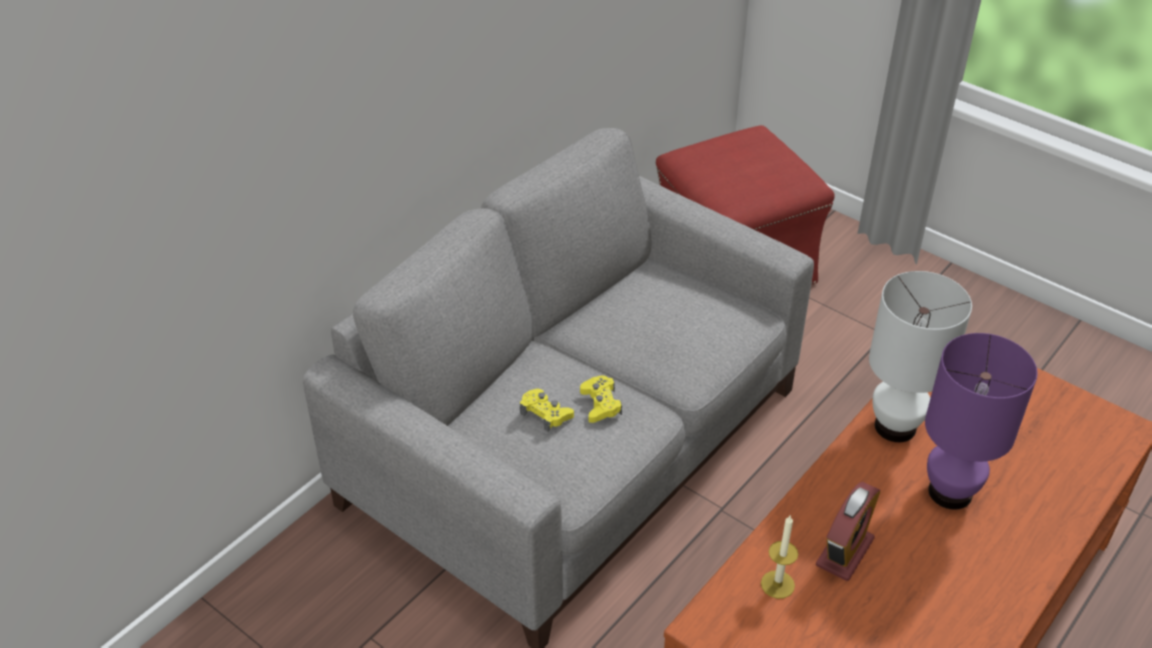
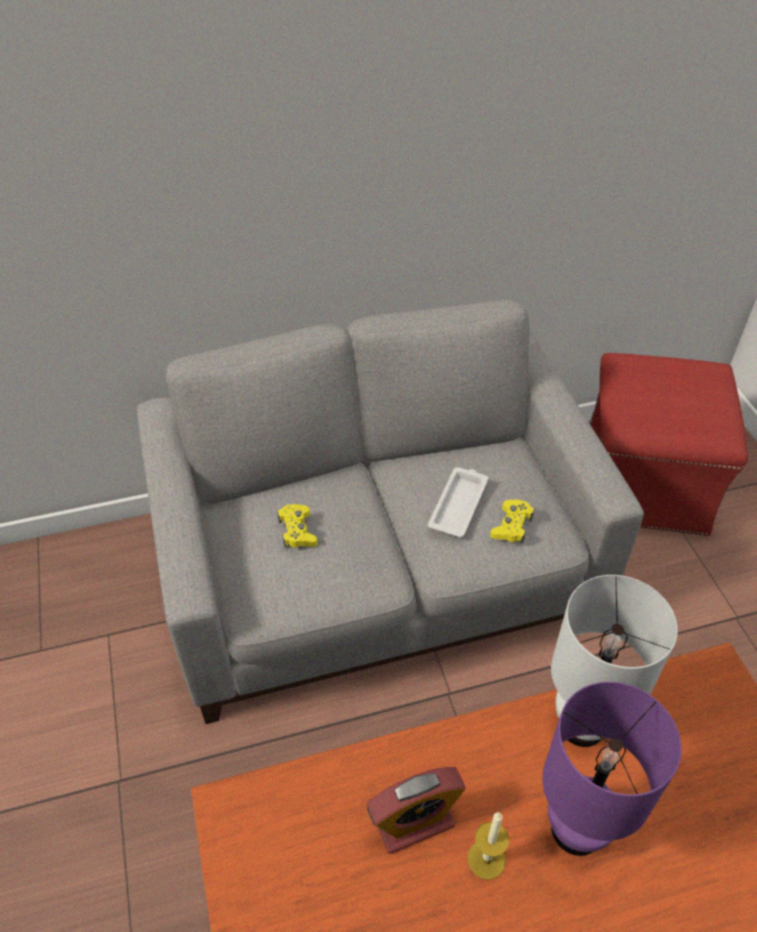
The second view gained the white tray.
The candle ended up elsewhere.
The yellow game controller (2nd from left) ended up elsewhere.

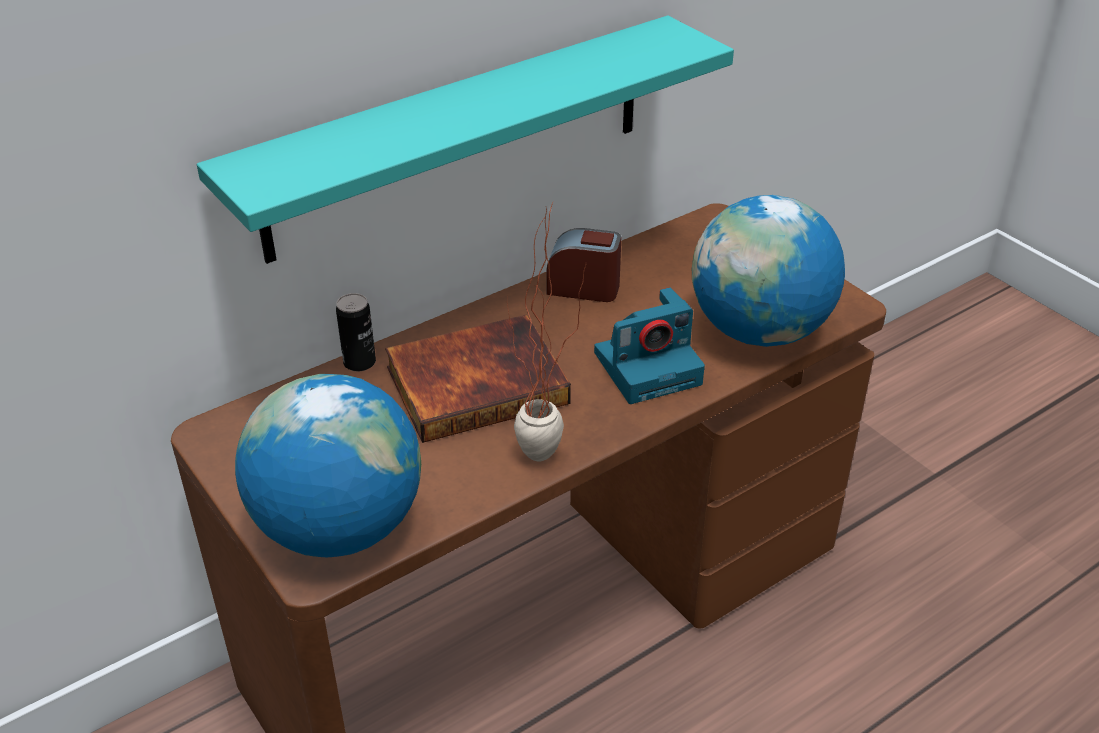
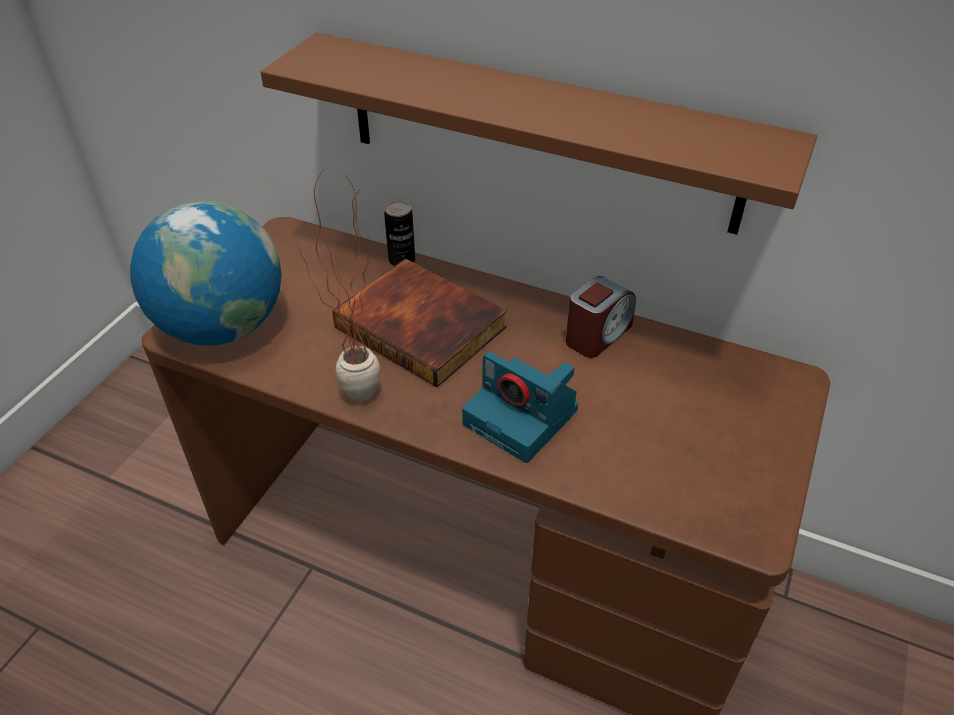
What was the turquoise shelf turned into the brown shelf.
The alarm clock ended up facing another way, 60 degrees clockwise from before.
The second view lost the globe (2nd from left).

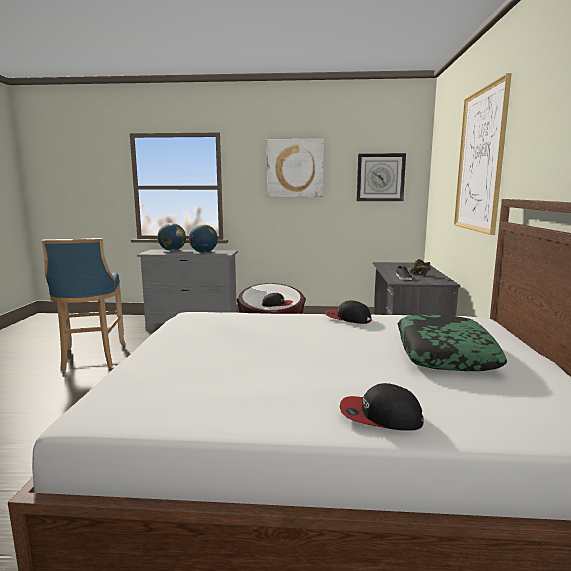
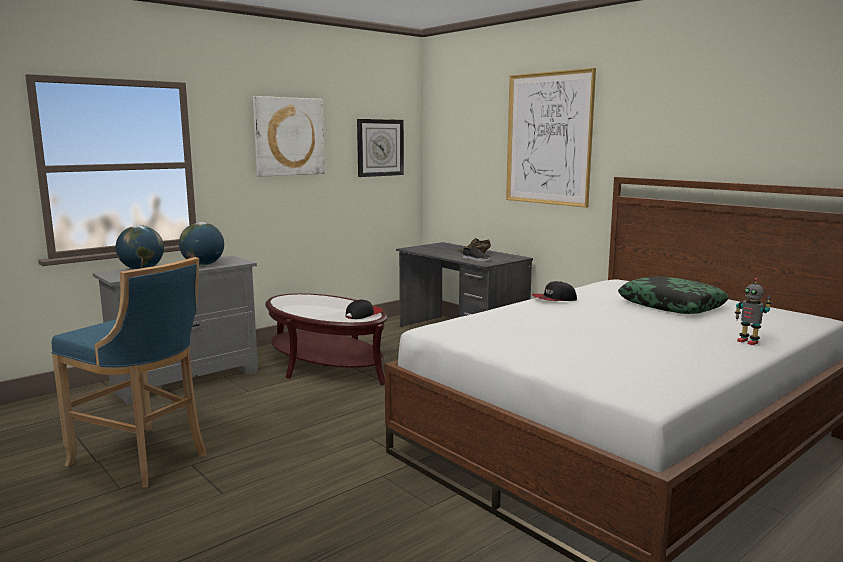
Where the cap (3rd from left) stood, the toy robot came to stand.

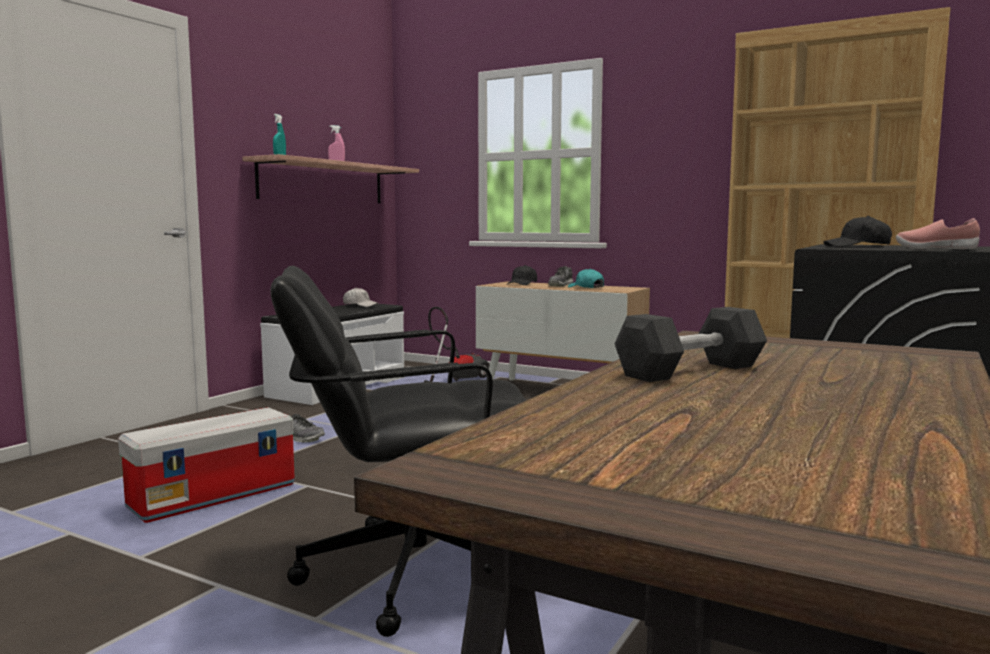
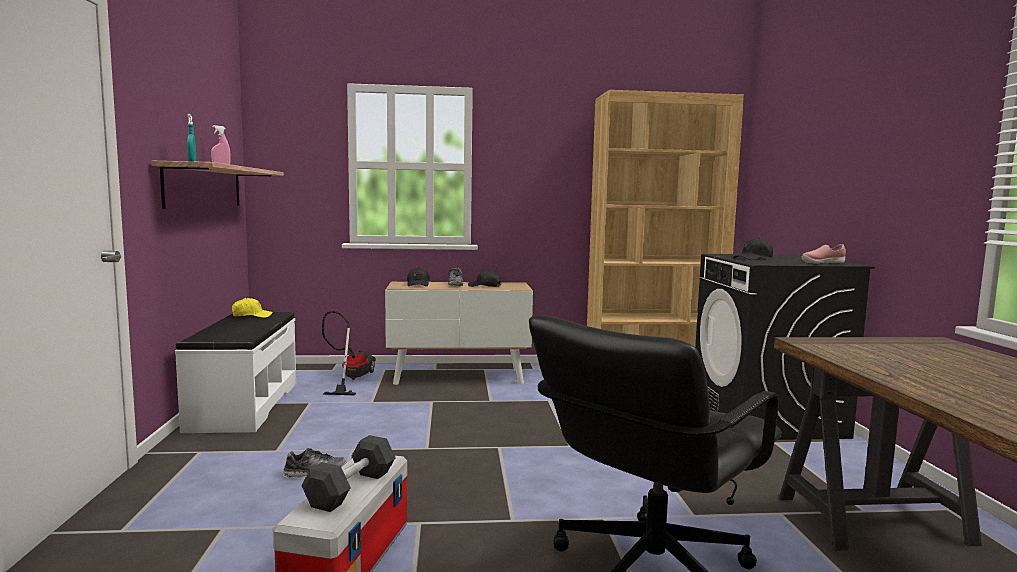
What was the white cap turned into the yellow cap.
The black dumbbell ended up elsewhere.
What was the turquoise cap turned into the black cap (2nd from left).

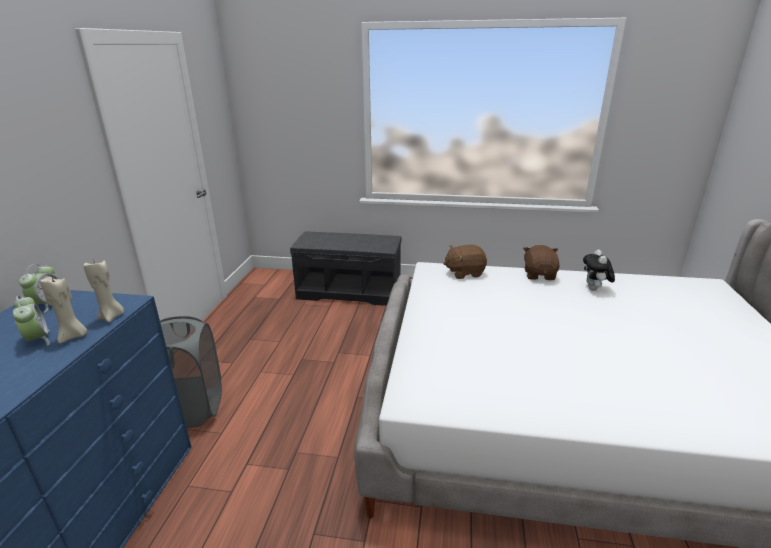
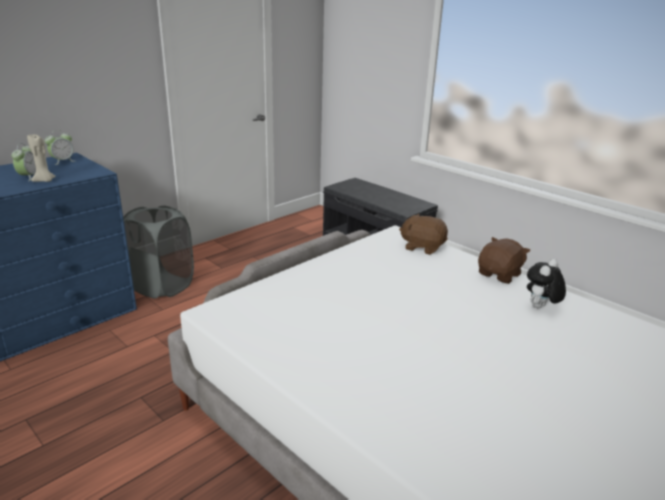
The second view lost the beige candle (2nd from left).

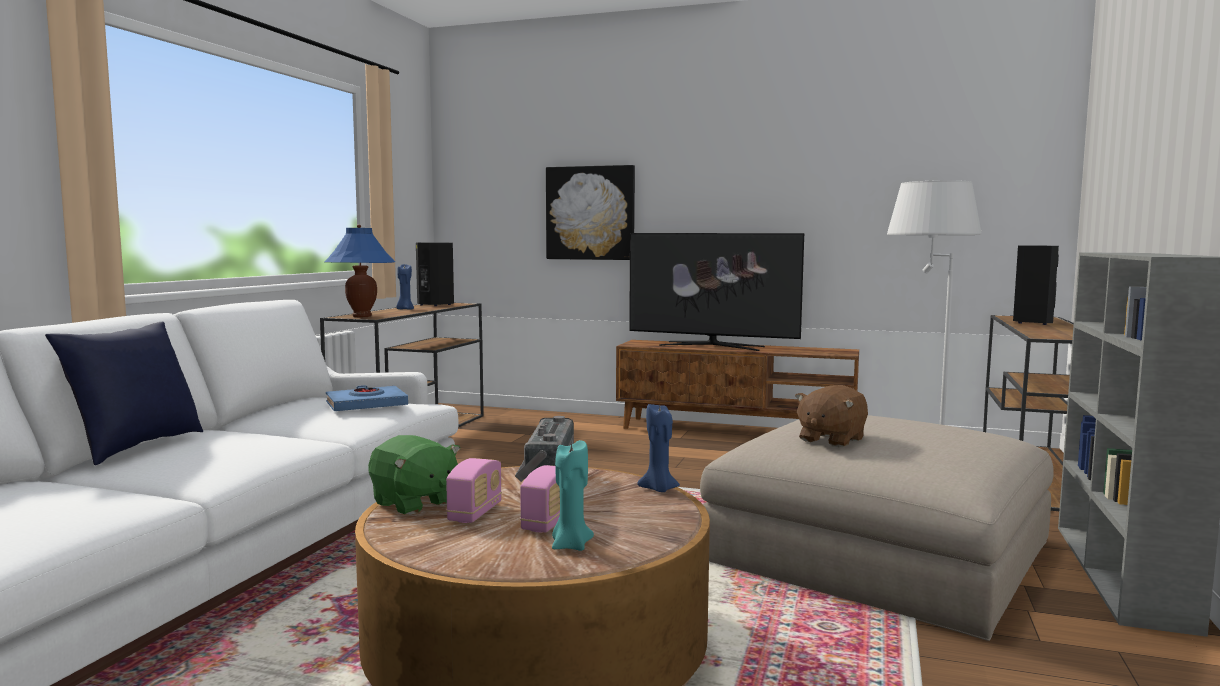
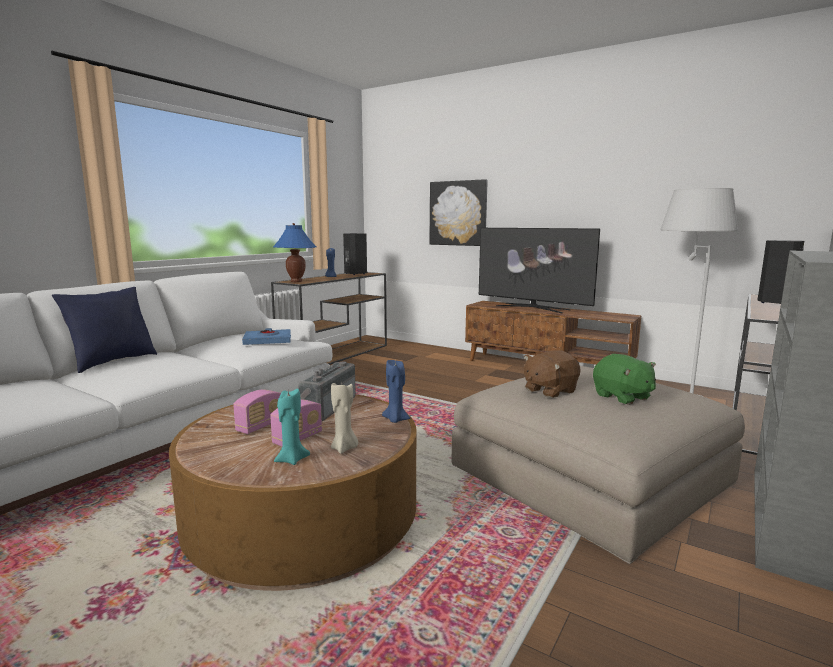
The second view gained the beige candle.
The green plush toy ended up elsewhere.

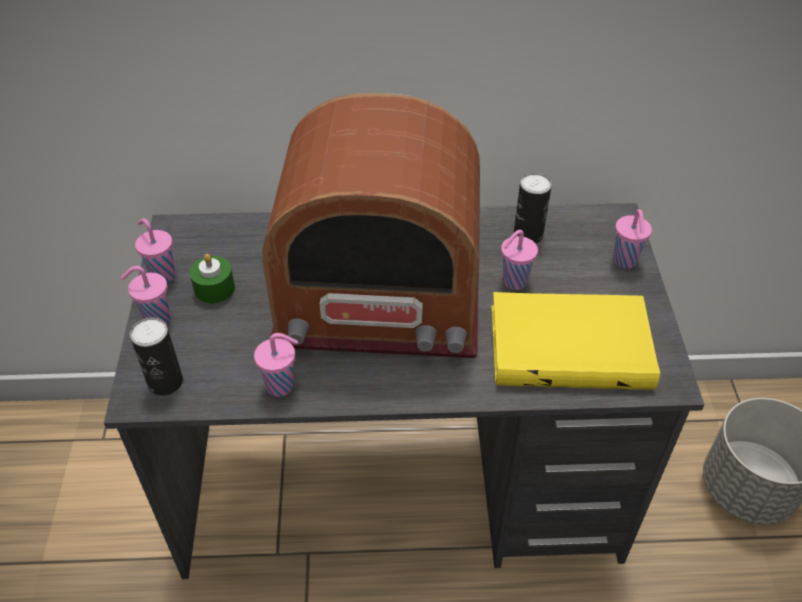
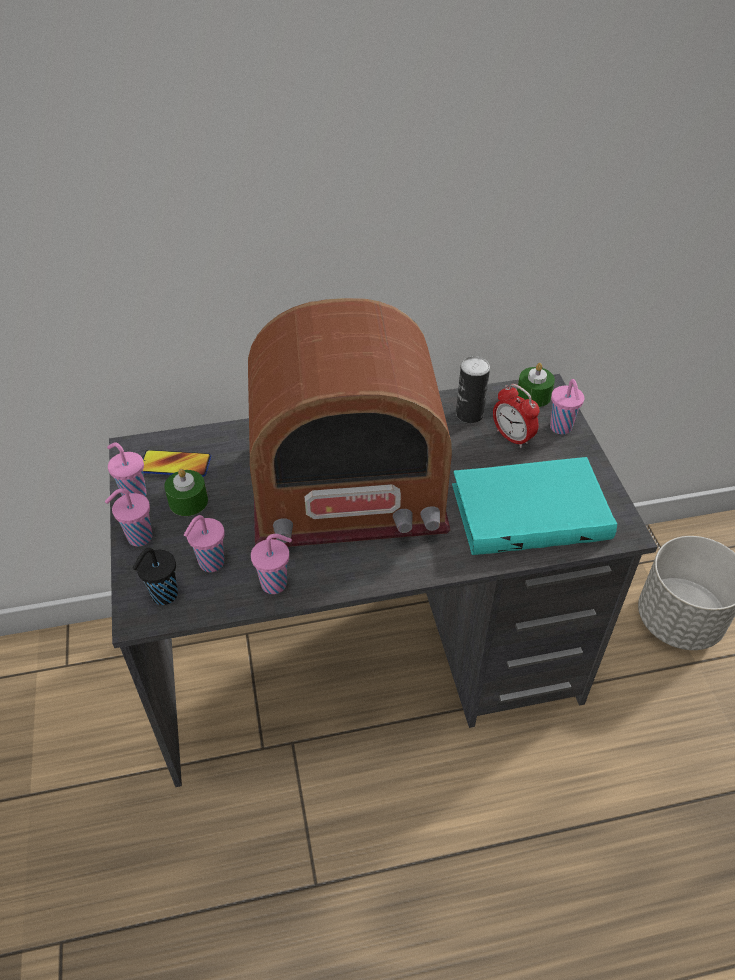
Where the can (1st from left) stood, the black cup came to stand.
The second view gained the phone.
The pink cup (4th from left in the first image) ended up elsewhere.
What was the yellow book turned into the turquoise book.
The second view gained the alarm clock.
The second view gained the green candle (2nd from left).

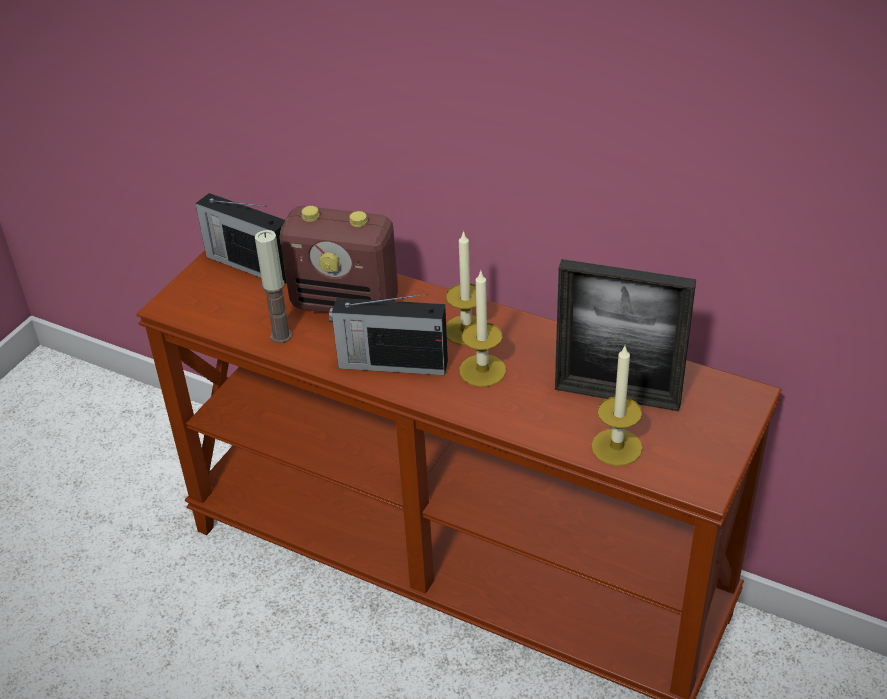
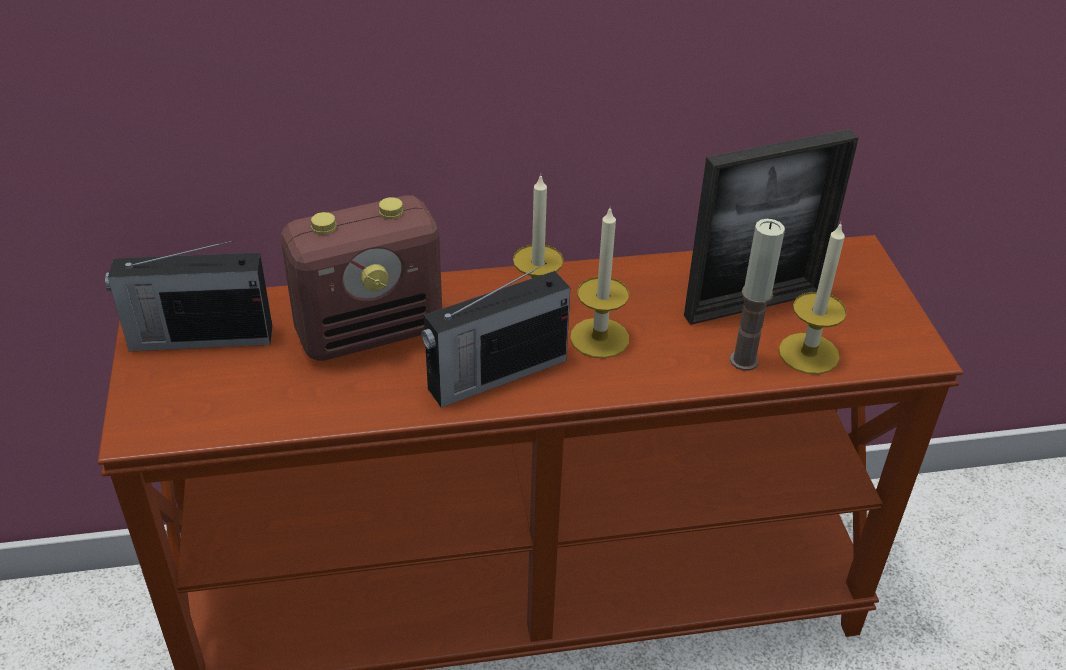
The candle (1st from left in the first image) ended up elsewhere.

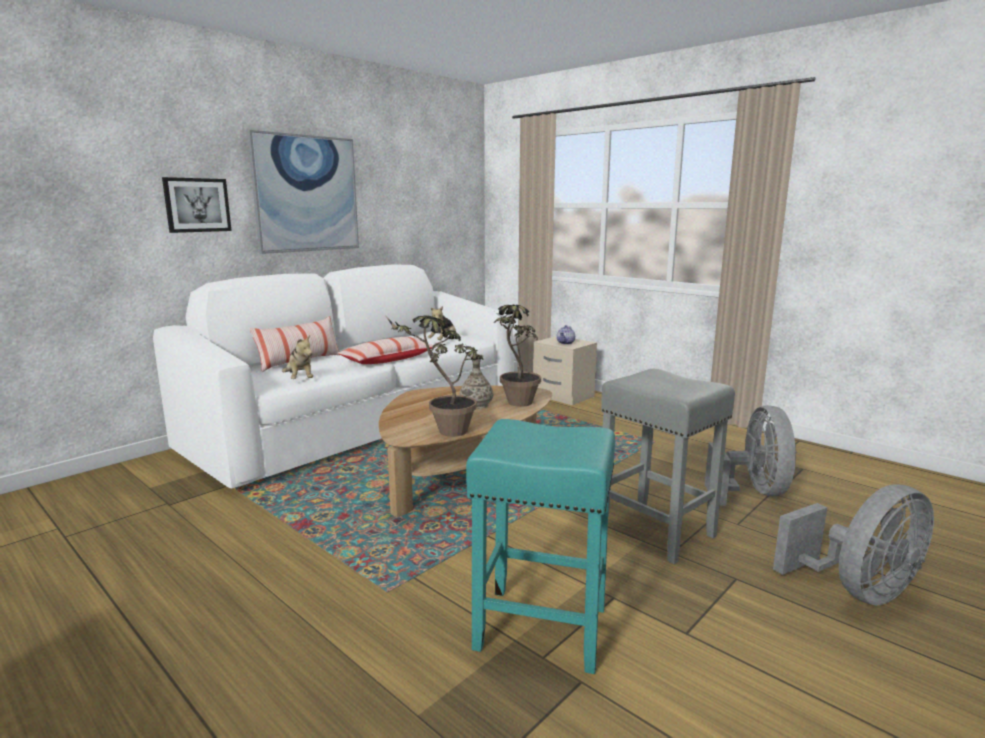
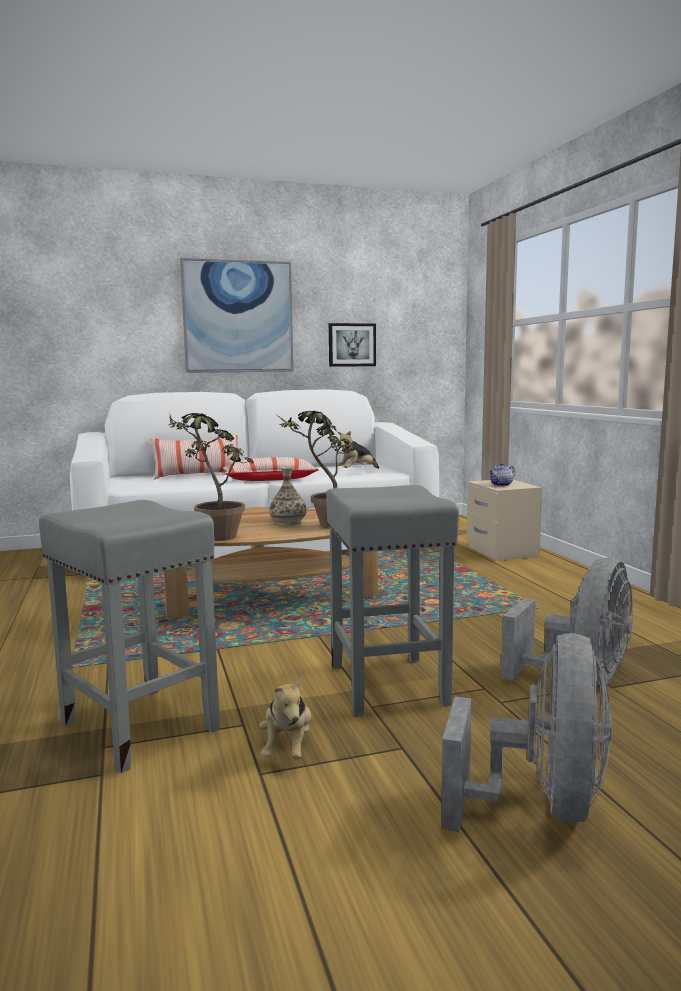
What was the turquoise stool turned into the grey stool (1st from left).
The plush toy (1st from left) ended up elsewhere.
The picture (1st from left in the first image) ended up elsewhere.
The grey fan (2nd from left in the first image) ended up facing another way, 75 degrees counterclockwise from before.

